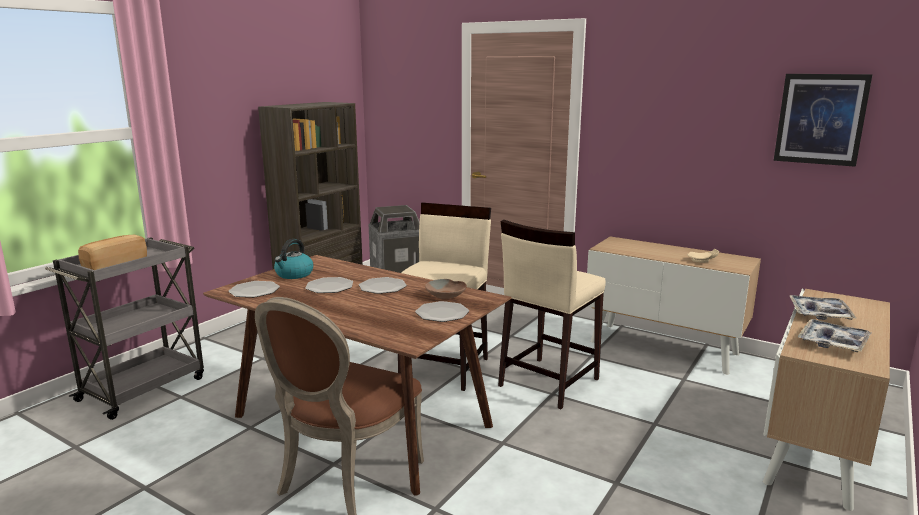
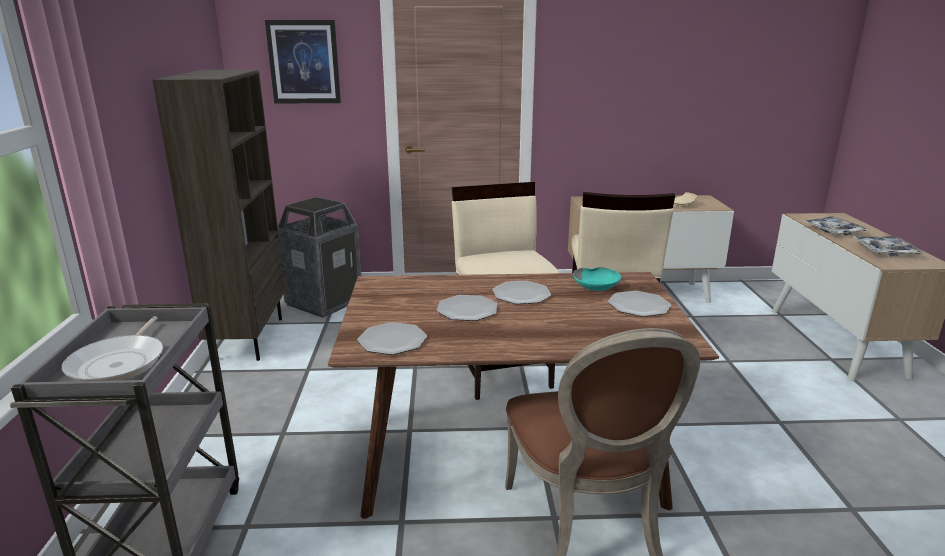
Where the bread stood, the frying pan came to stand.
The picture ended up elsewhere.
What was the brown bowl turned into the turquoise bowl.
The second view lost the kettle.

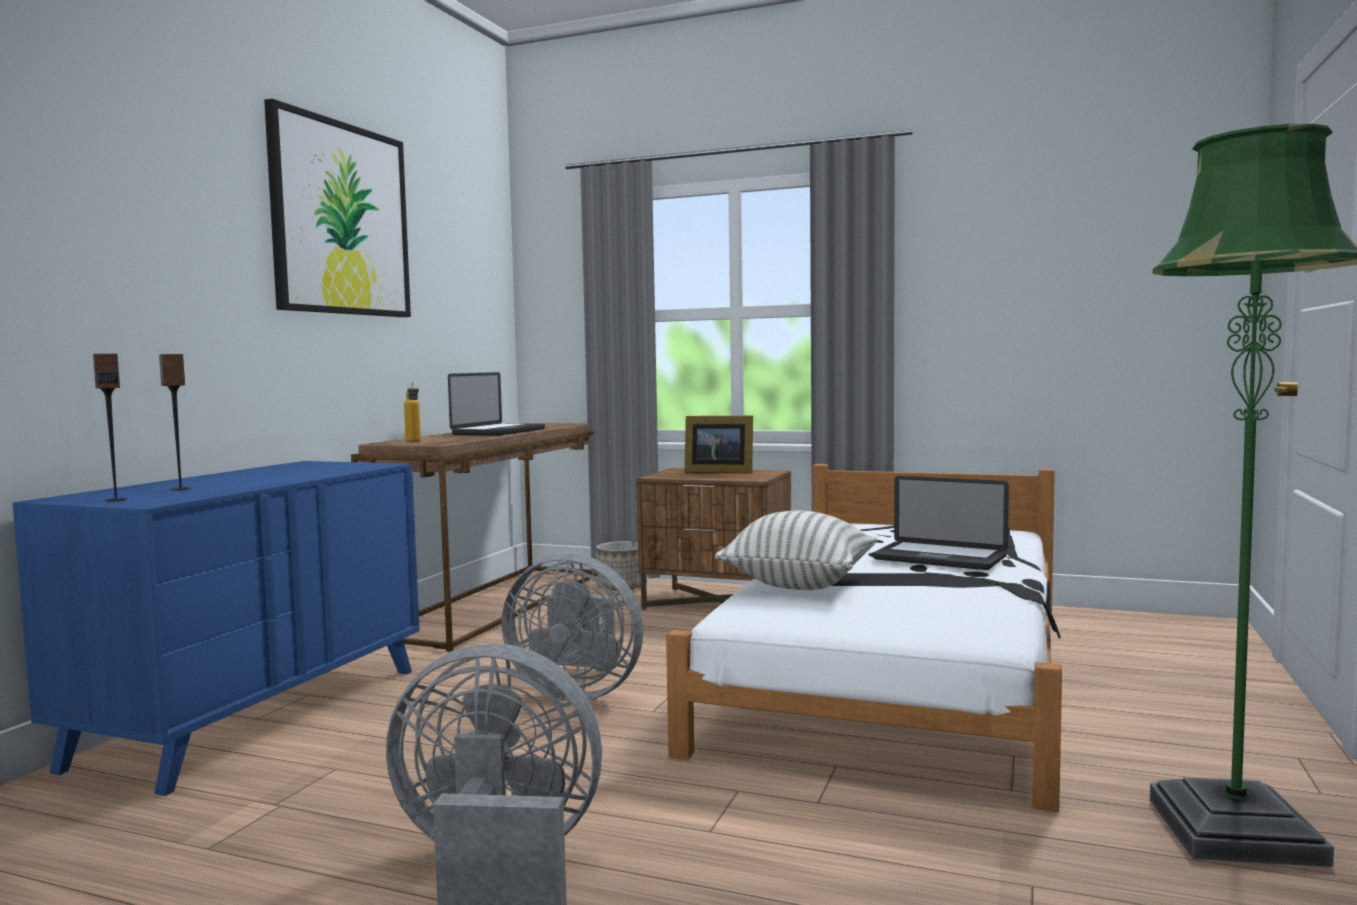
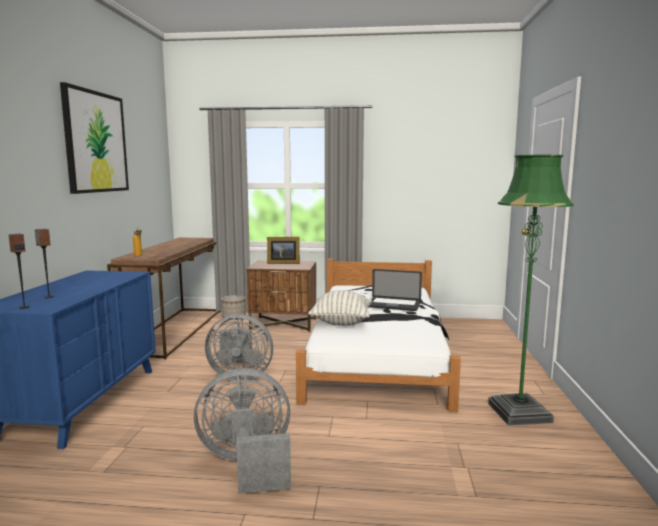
The second view lost the laptop (1st from left).

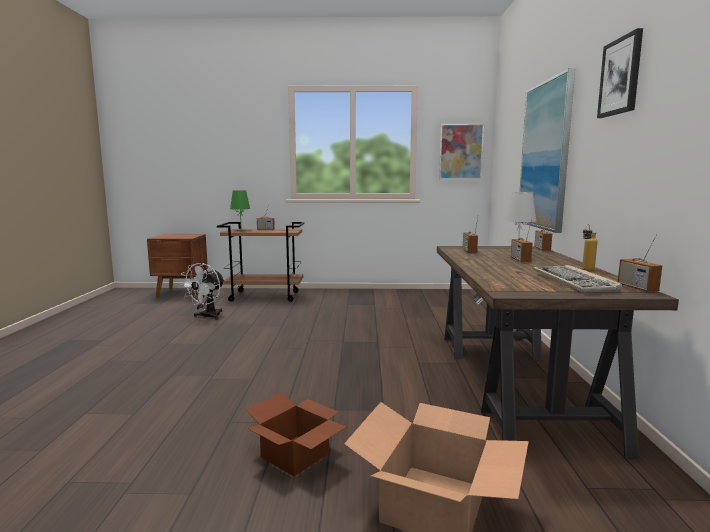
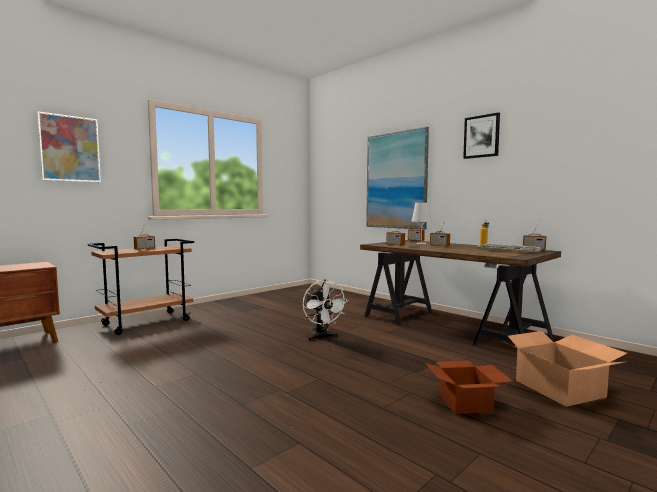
The picture (1st from left) ended up elsewhere.
The white fan ended up elsewhere.
The second view lost the green table lamp.

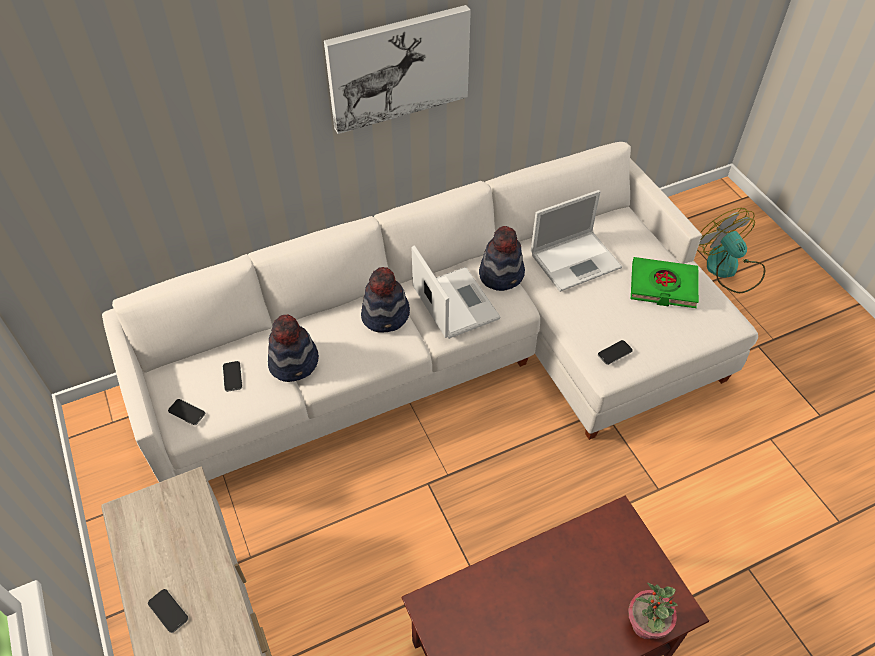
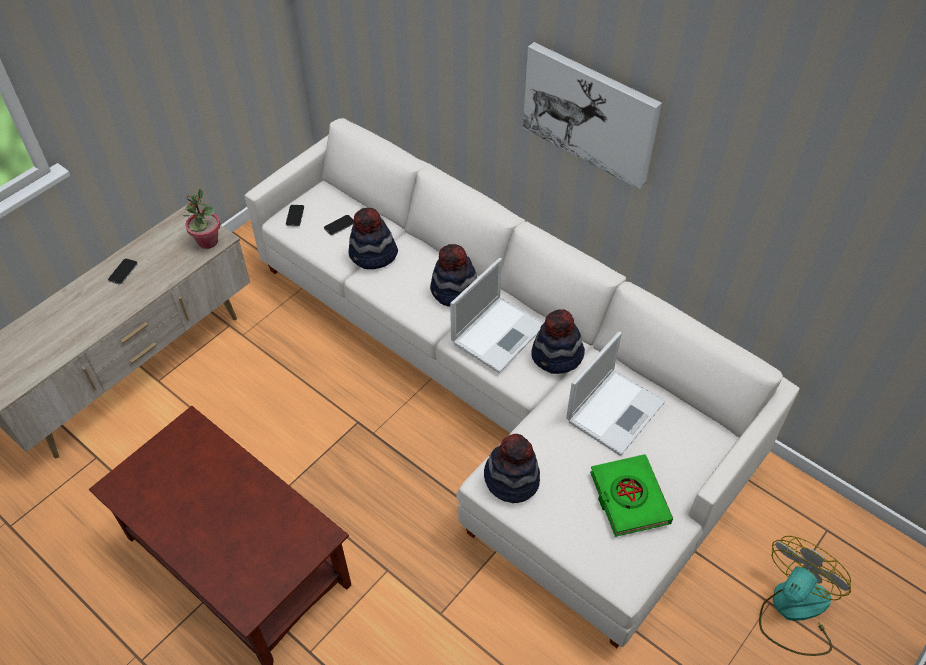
The potted plant ended up elsewhere.
Where the phone (4th from left) stood, the hat (3rd from left) came to stand.
The laptop (2nd from left) ended up facing another way, 90 degrees counterclockwise from before.

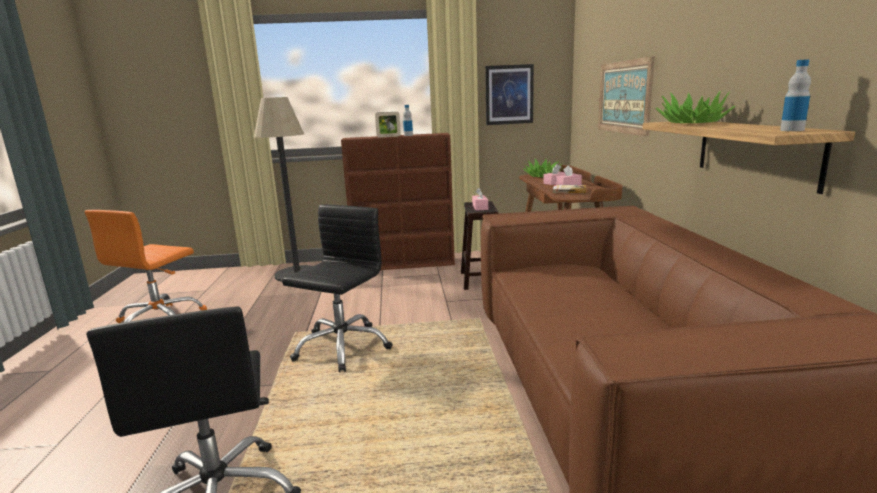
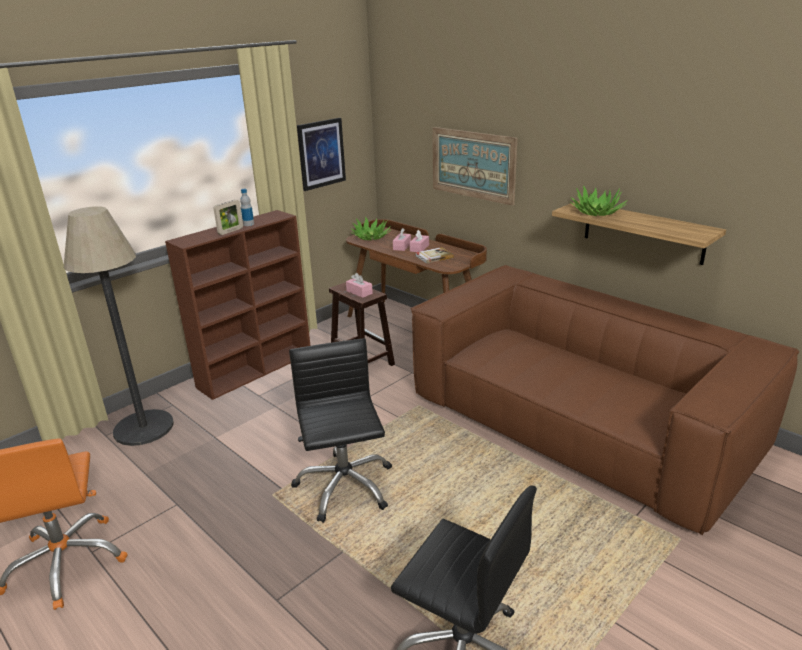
The second view lost the bottle (2nd from left).

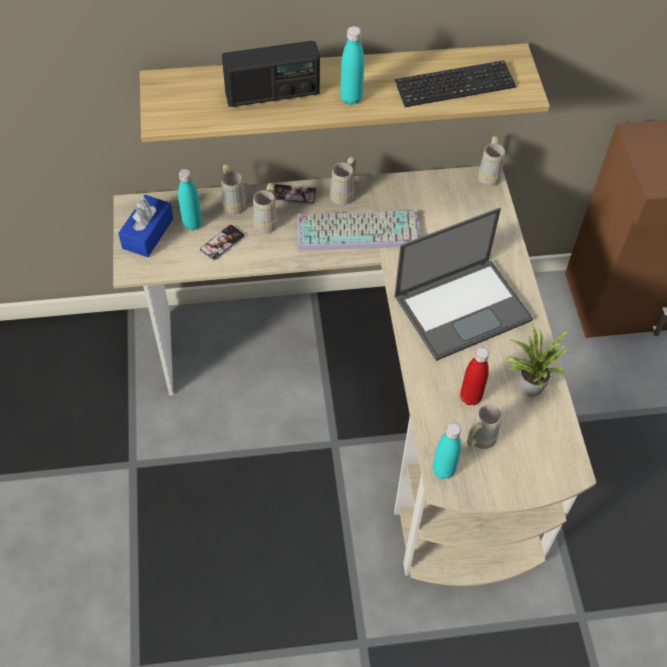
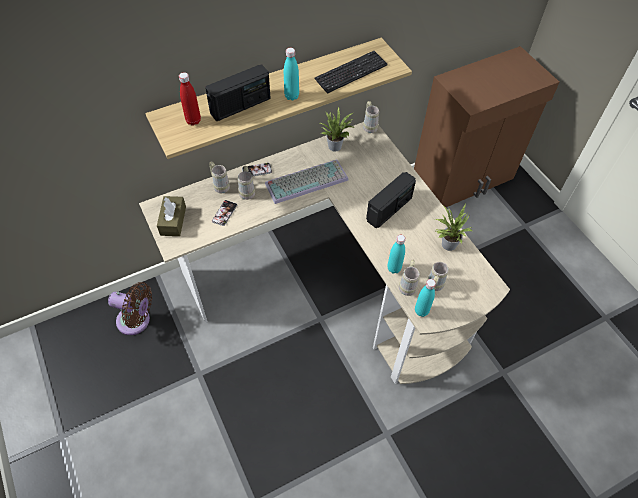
The second view gained the brown fan.
What was the blue tissue box turned into the brown tissue box.
The red bottle ended up elsewhere.
The second view gained the potted plant (1st from left).
Where the laptop stood, the radio (2nd from left) came to stand.
The turquoise bottle (1st from left in the first image) ended up elsewhere.
The beige mug (3rd from left in the first image) ended up elsewhere.

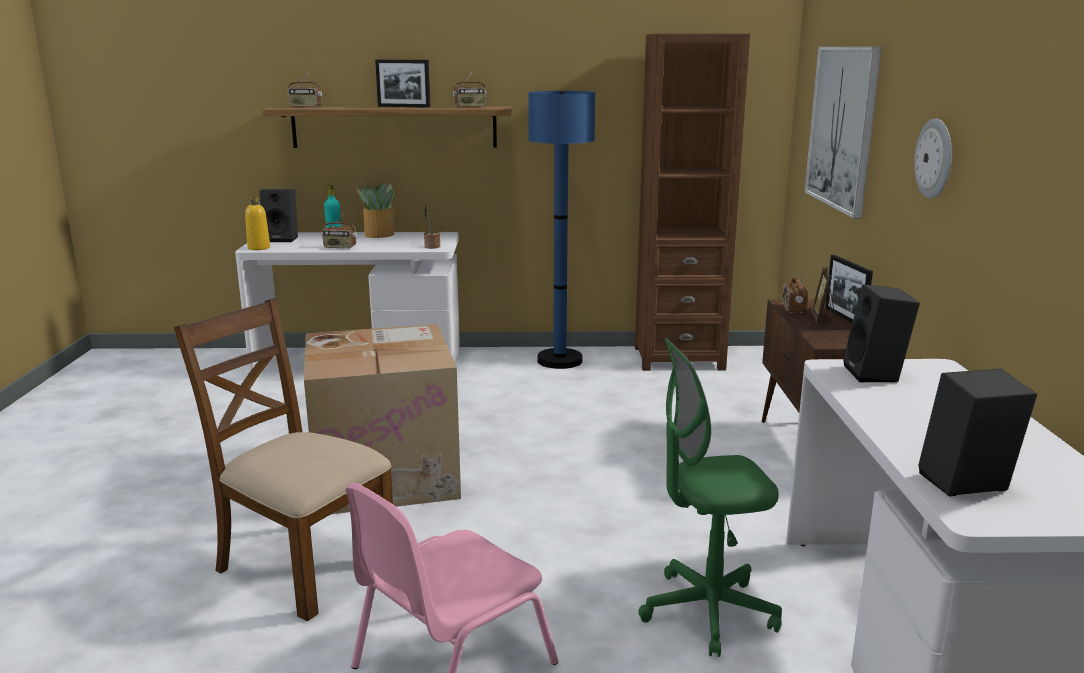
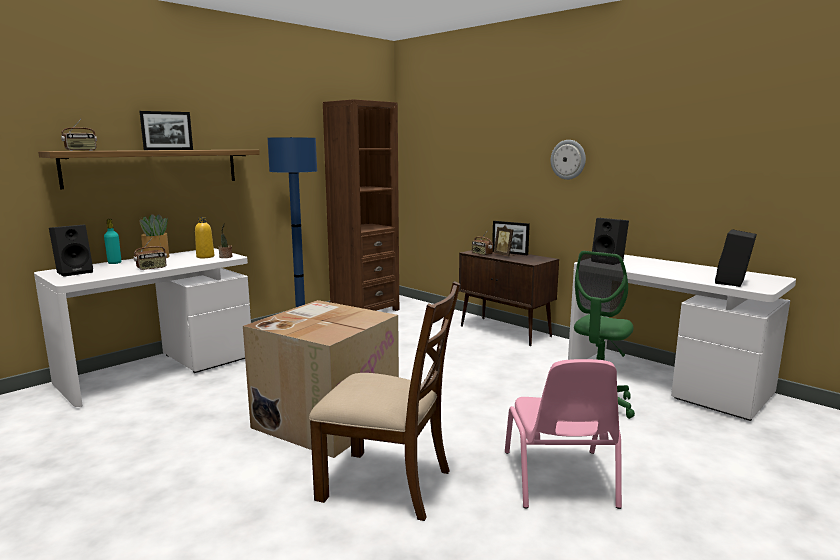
The yellow bottle ended up elsewhere.
The brown chair ended up facing another way, 150 degrees counterclockwise from before.
The second view lost the radio (3rd from left).
The second view lost the picture.

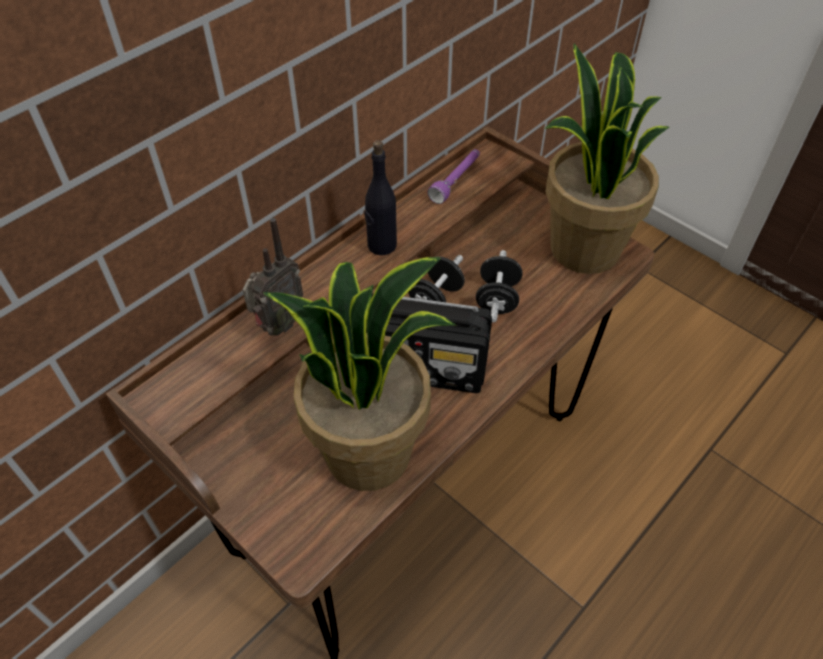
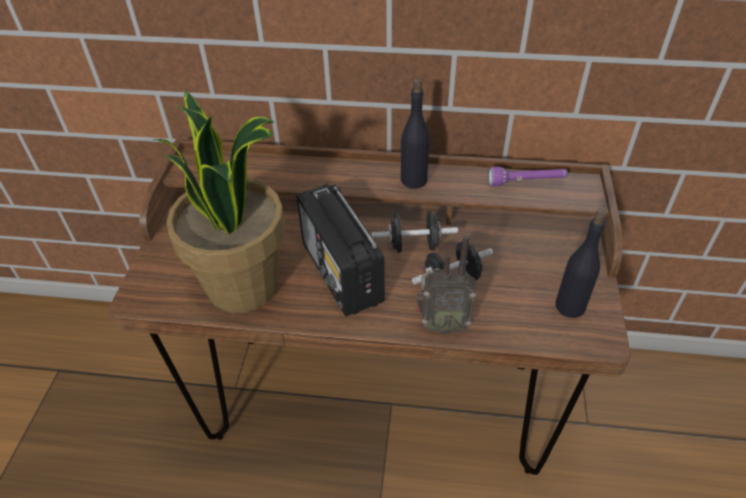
The radio (1st from left in the first image) ended up elsewhere.
Where the potted plant (2nd from left) stood, the black bottle (2nd from left) came to stand.

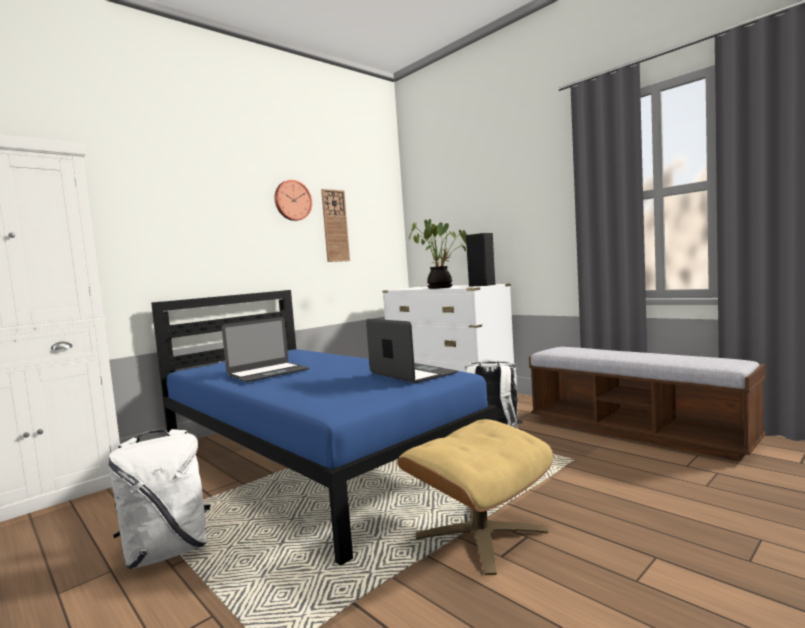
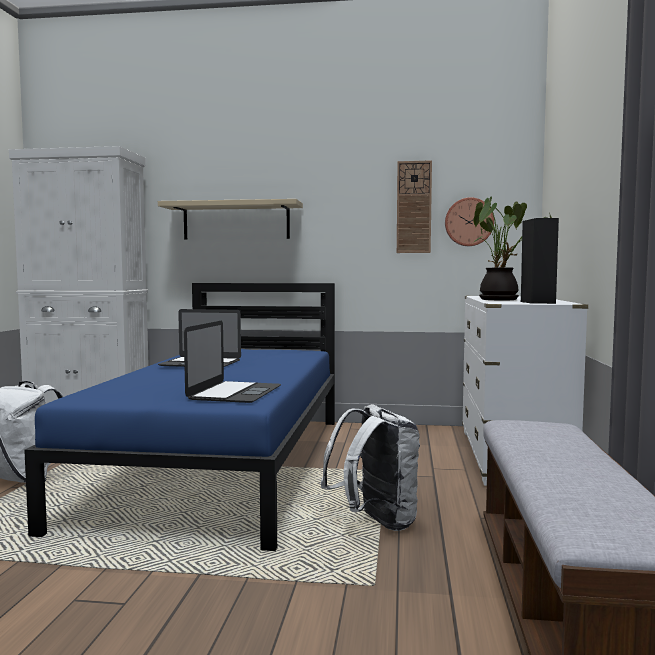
The second view gained the beige shelf.
The wall clock (1st from left in the first image) ended up elsewhere.
The second view lost the beige ottoman.

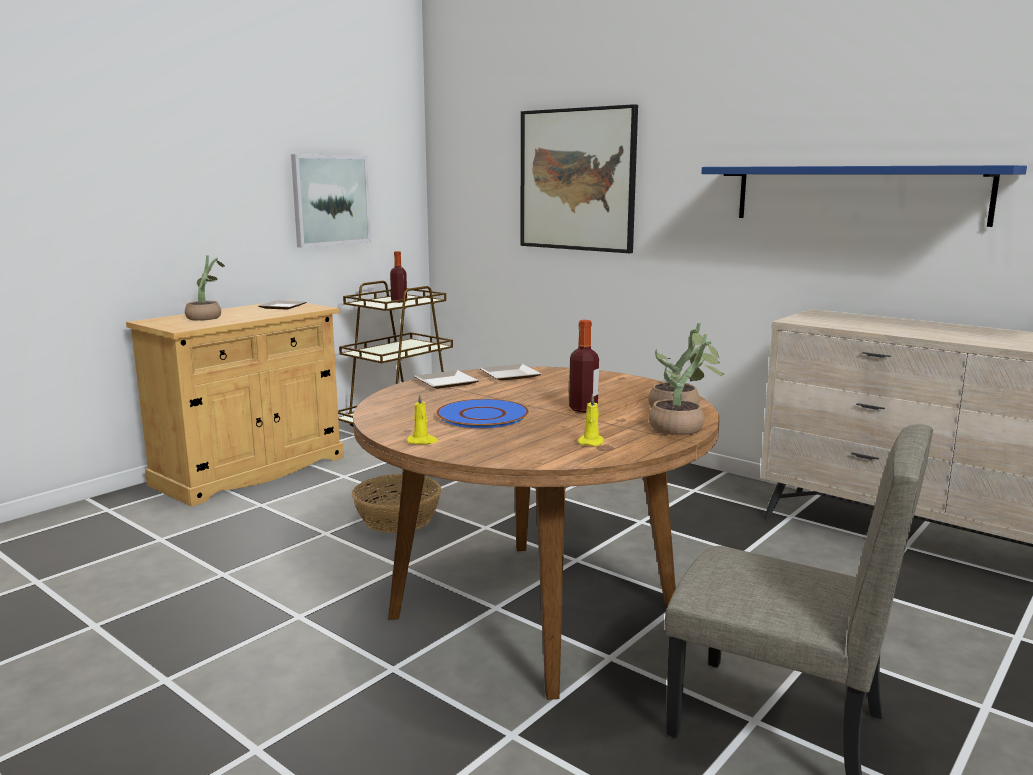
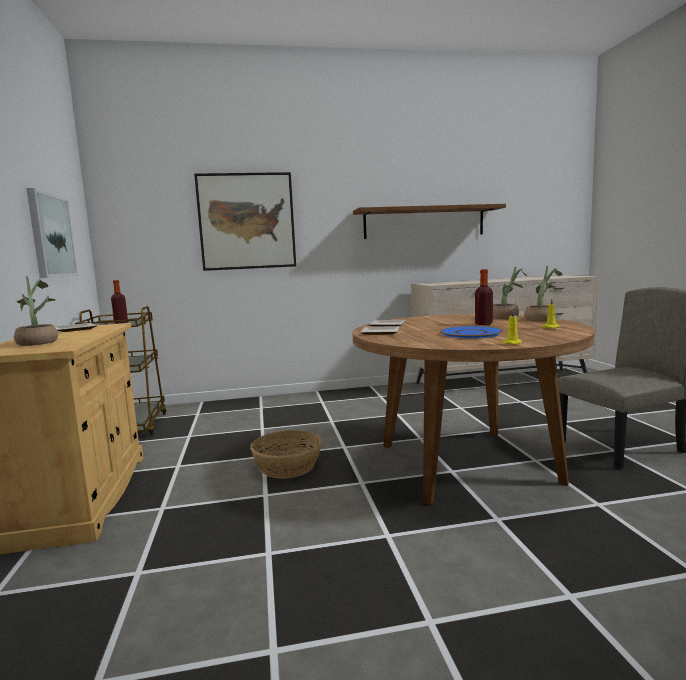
What was the blue shelf turned into the brown shelf.

